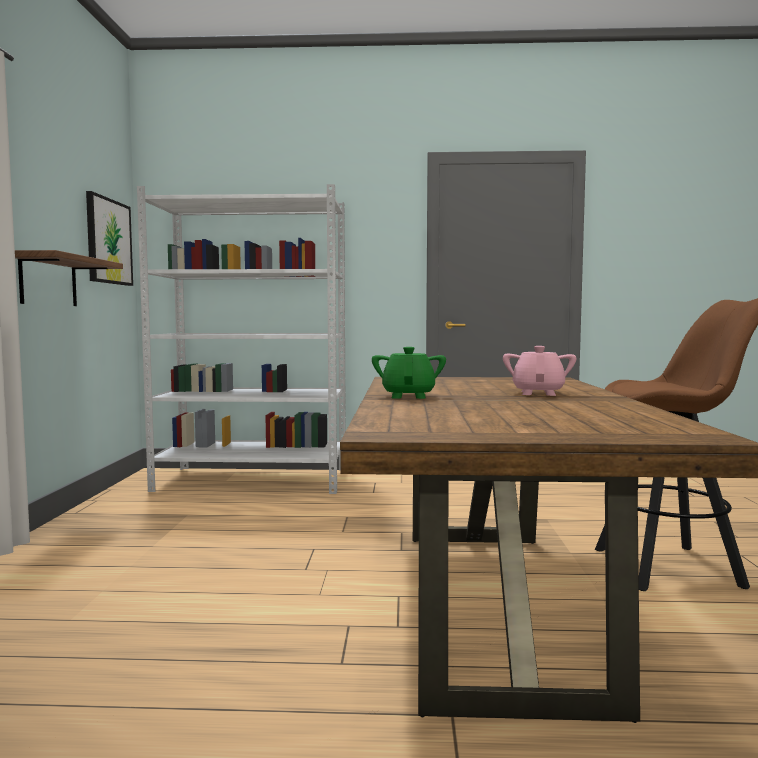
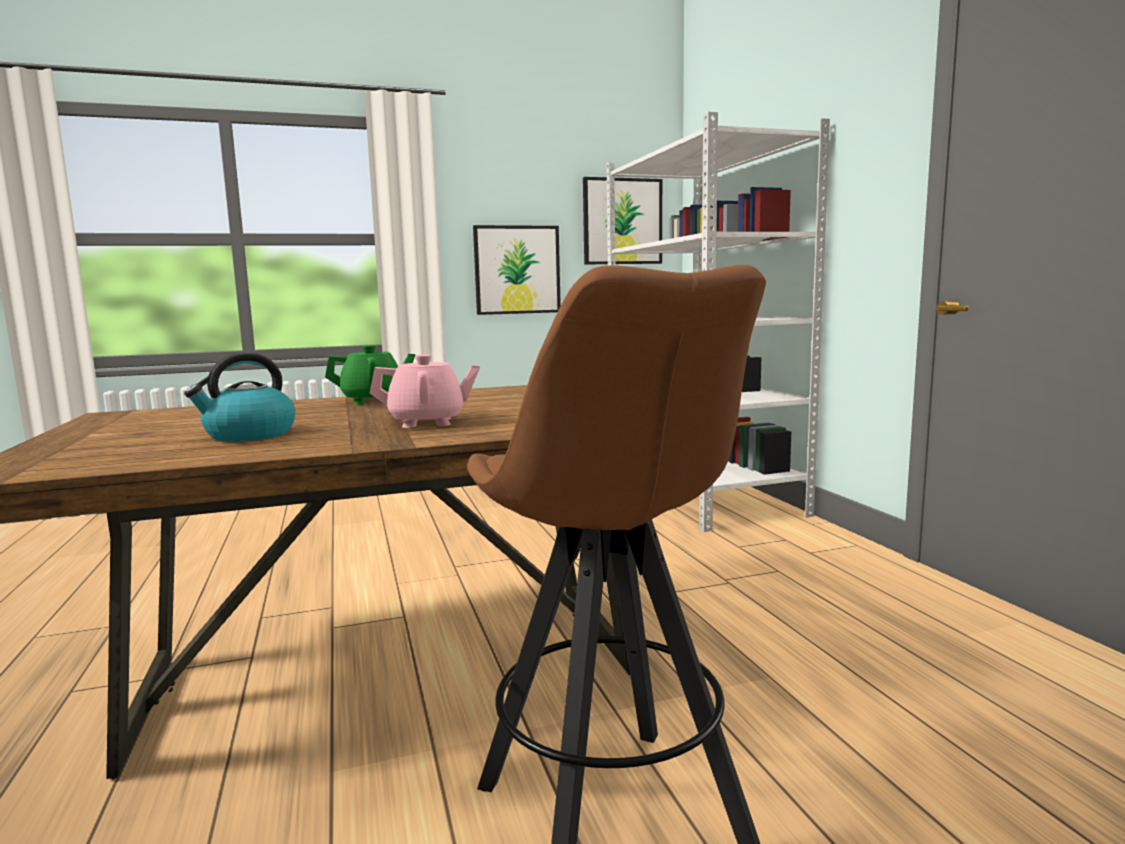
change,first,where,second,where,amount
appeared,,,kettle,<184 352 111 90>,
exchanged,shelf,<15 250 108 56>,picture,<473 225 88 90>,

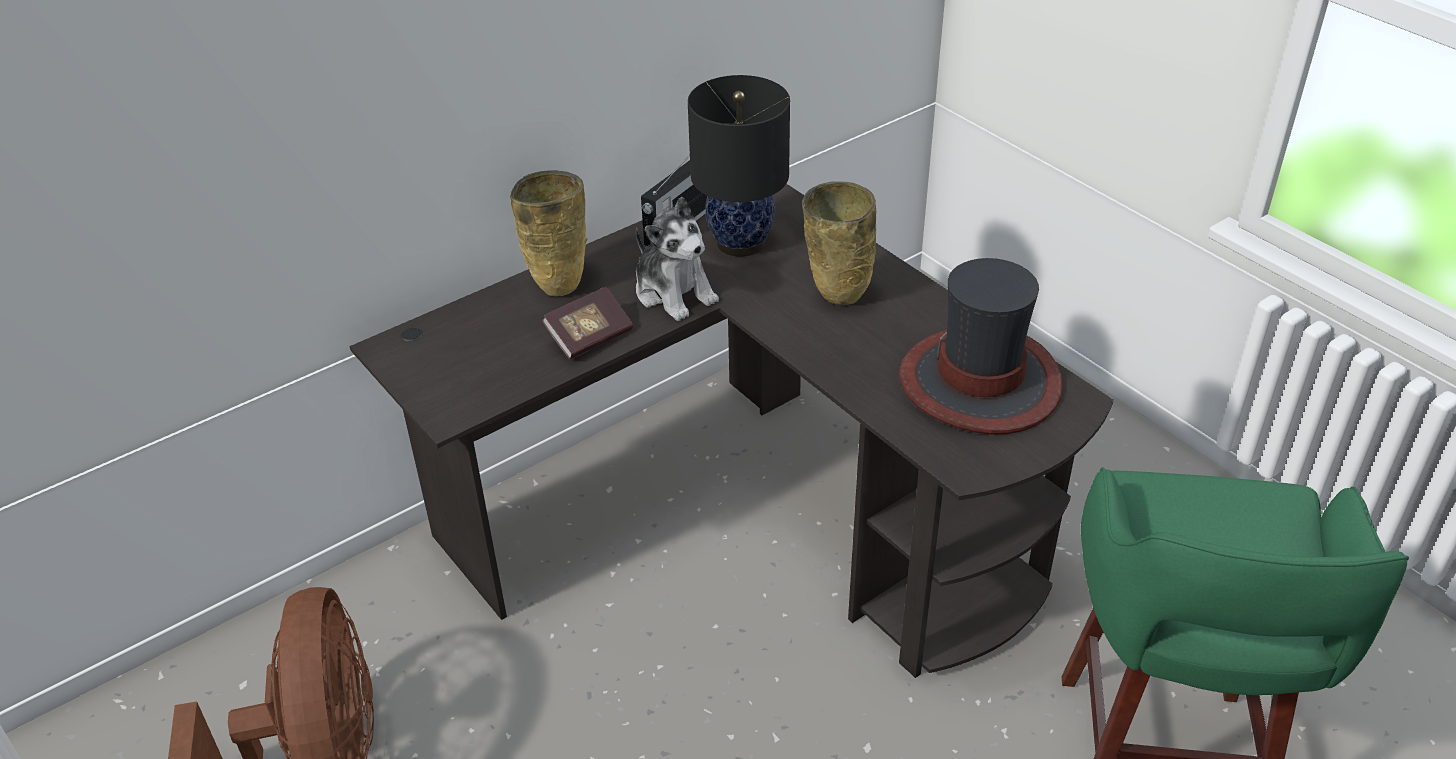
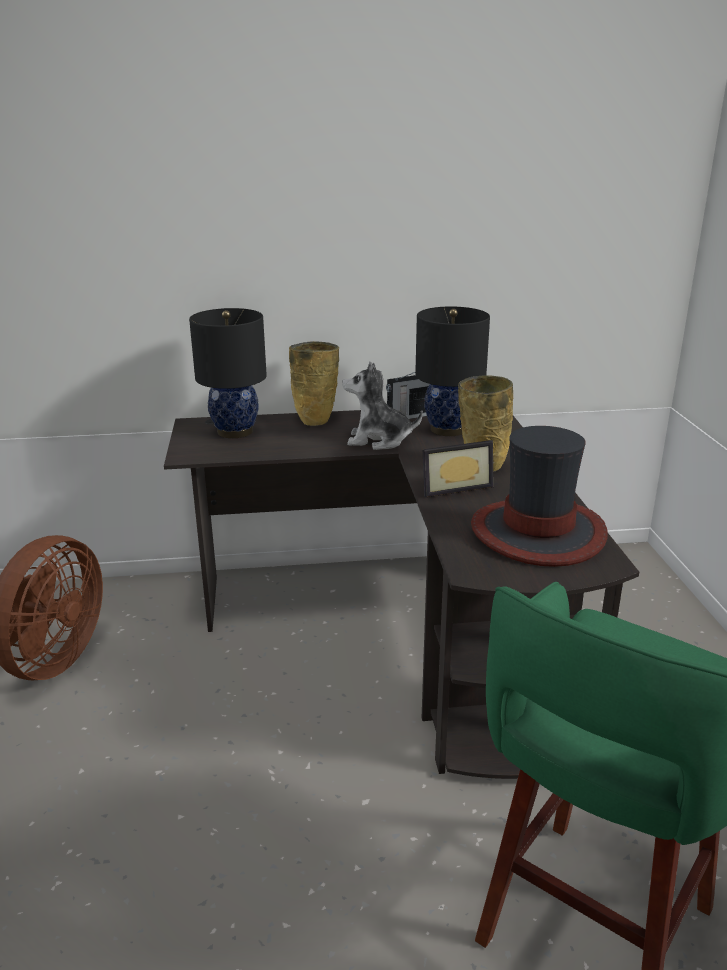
change,first,where,second,where,amount
appeared,,,black table lamp,<189 308 78 130>,
spun,plush toy,<636 197 83 124>,,<343 361 80 89>,105 degrees clockwise
appeared,,,picture frame,<423 440 71 57>,
missing,book,<541 287 92 72>,,,

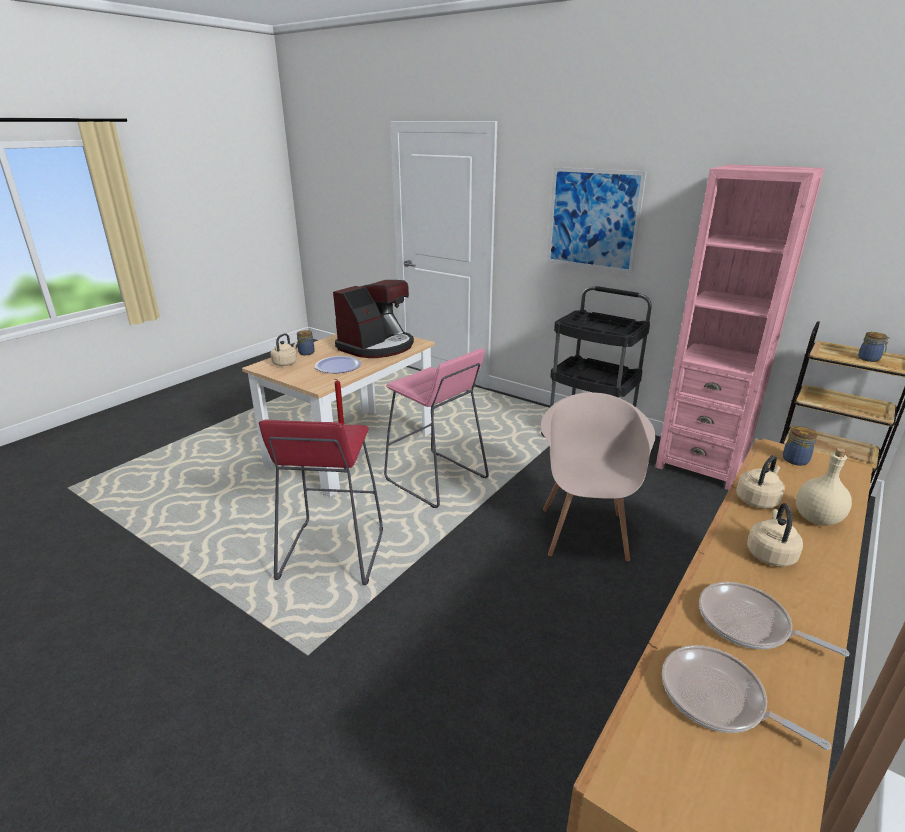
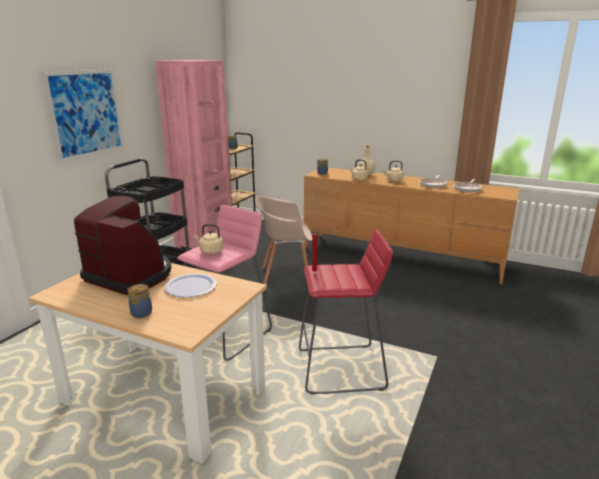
change,first,where,second,where,amount
relocated,beige kettle,<271 333 26 33>,,<194 224 29 30>,

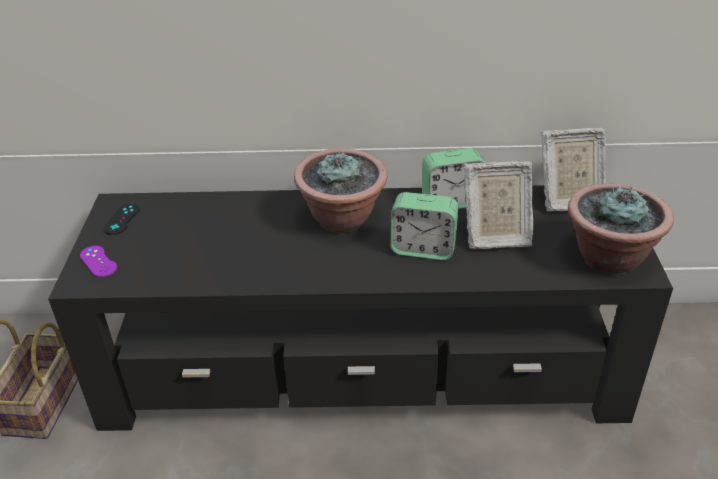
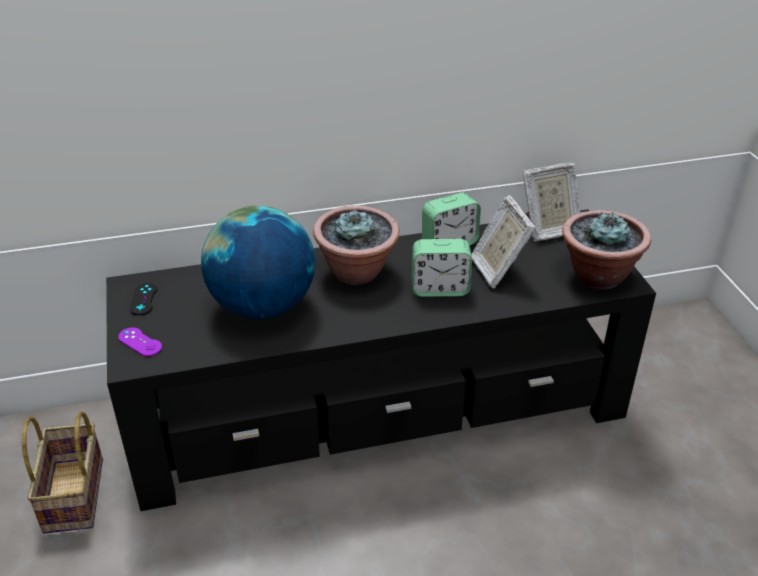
change,first,where,second,where,amount
appeared,,,globe,<201 205 114 114>,
spun,picture frame,<464 161 69 88>,,<471 195 65 93>,90 degrees clockwise

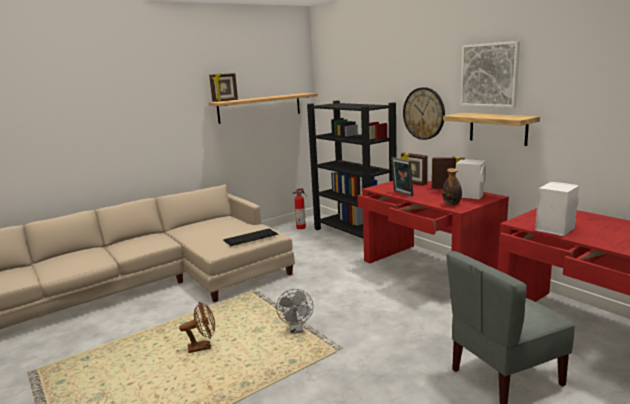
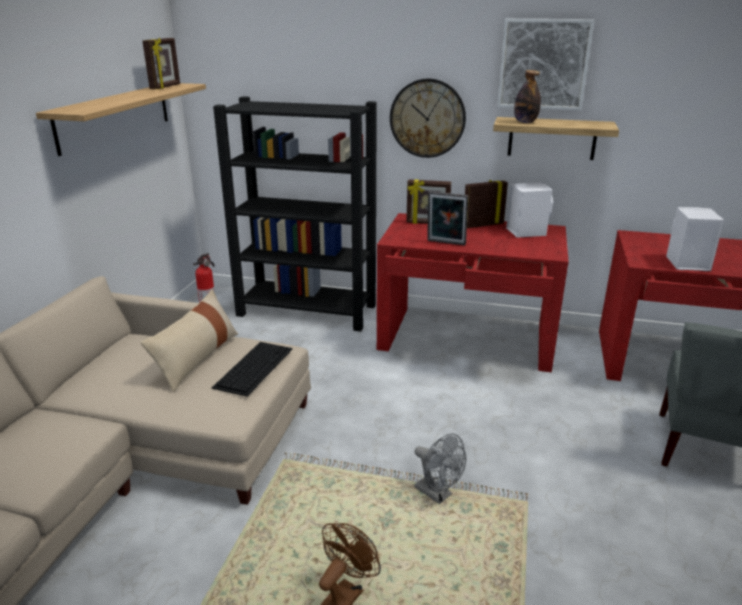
change,first,where,second,where,amount
appeared,,,beige pillow,<140 290 98 102>,
relocated,picture frame,<209 73 29 29>,,<142 38 38 51>,
relocated,bottle,<442 168 20 37>,,<514 70 27 53>,

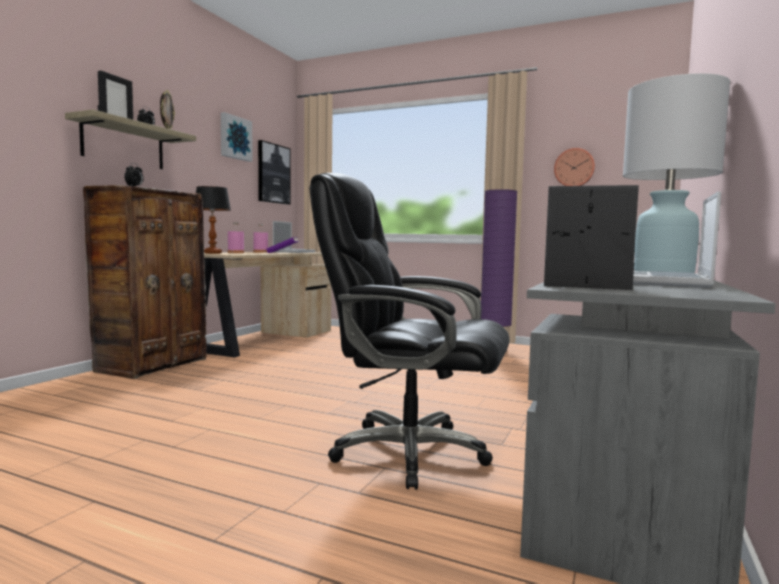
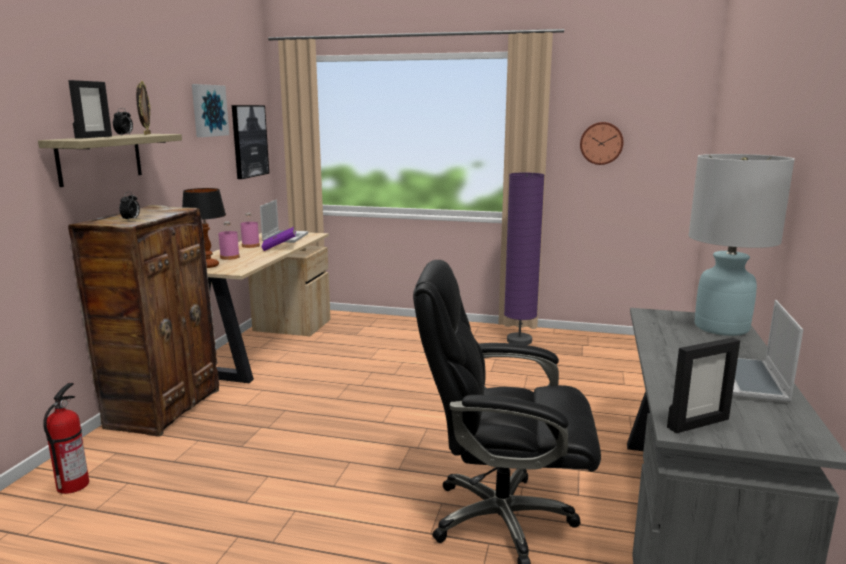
change,first,where,second,where,amount
appeared,,,fire extinguisher,<43 383 46 111>,
spun,picture frame,<544 185 95 105>,,<667 338 73 95>,150 degrees clockwise

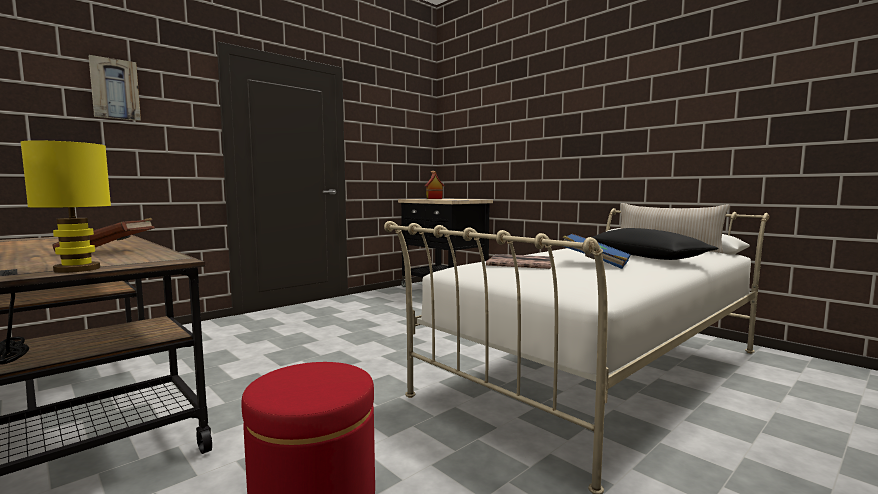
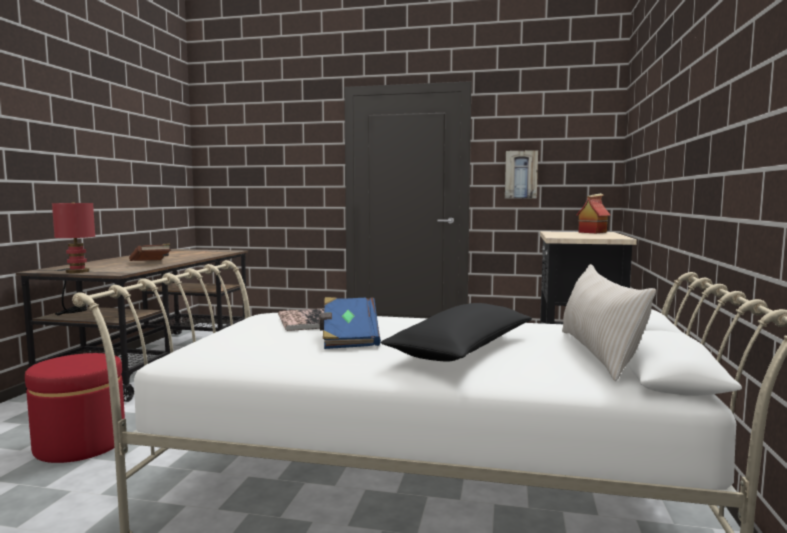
change,first,where,second,where,amount
colour,yellow table lamp,<21 140 90 133>,red table lamp,<52 202 43 71>,
relocated,picture,<89 55 52 66>,,<505 150 33 48>,

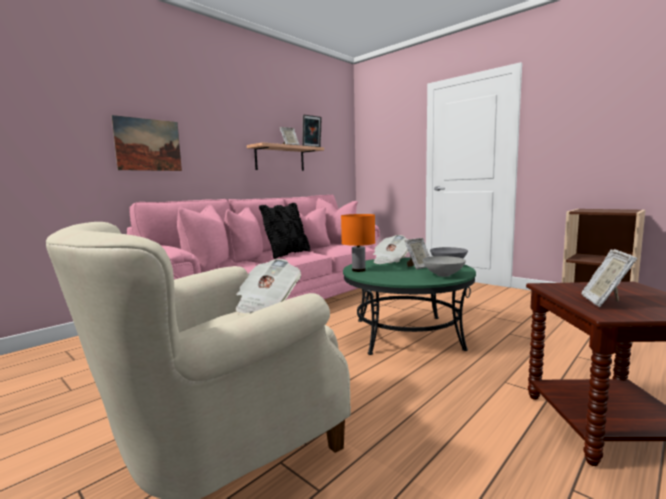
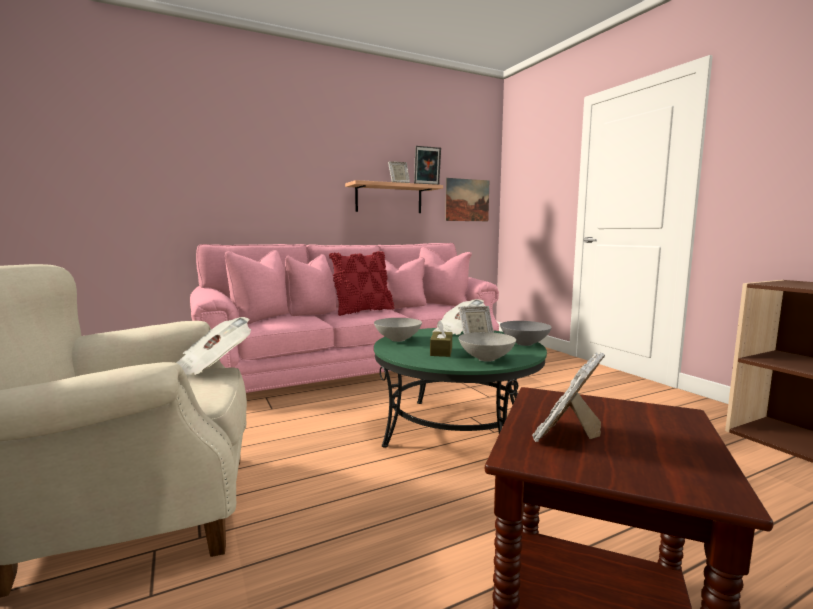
change,first,where,second,where,amount
colour,black pillow,<259 203 51 56>,red pillow,<329 251 66 65>,
exchanged,orange table lamp,<341 214 34 58>,grey bowl,<374 318 48 24>,
appeared,,,brown tissue box,<430 320 22 37>,
relocated,picture,<111 115 71 56>,,<445 178 45 43>,

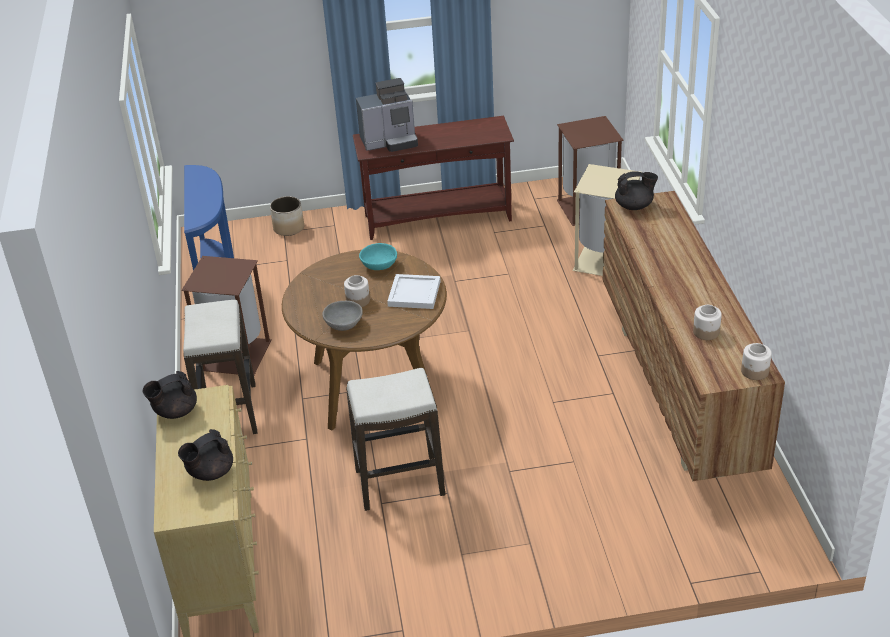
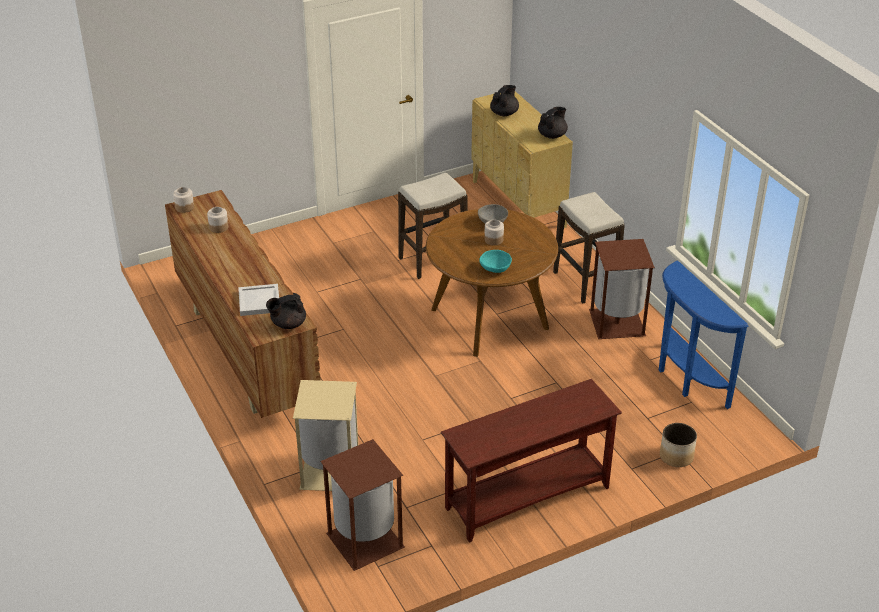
change,first,where,second,where,amount
relocated,white tray,<387 274 54 35>,,<238 284 41 32>,
missing,coffee machine,<356 78 62 74>,,,

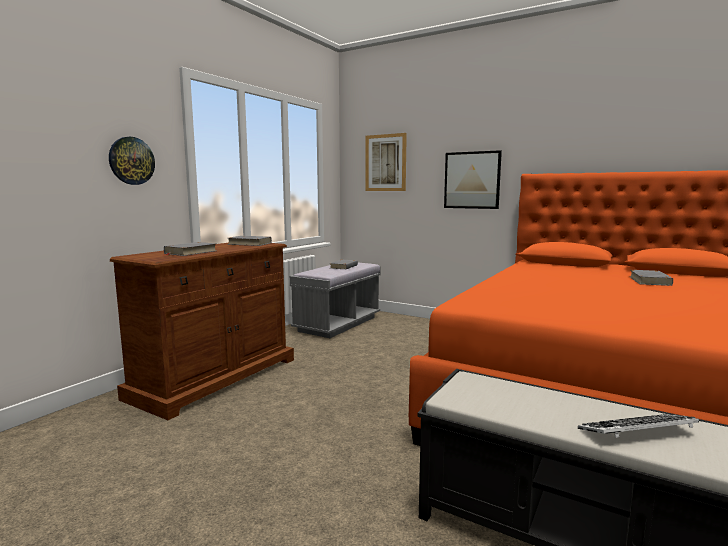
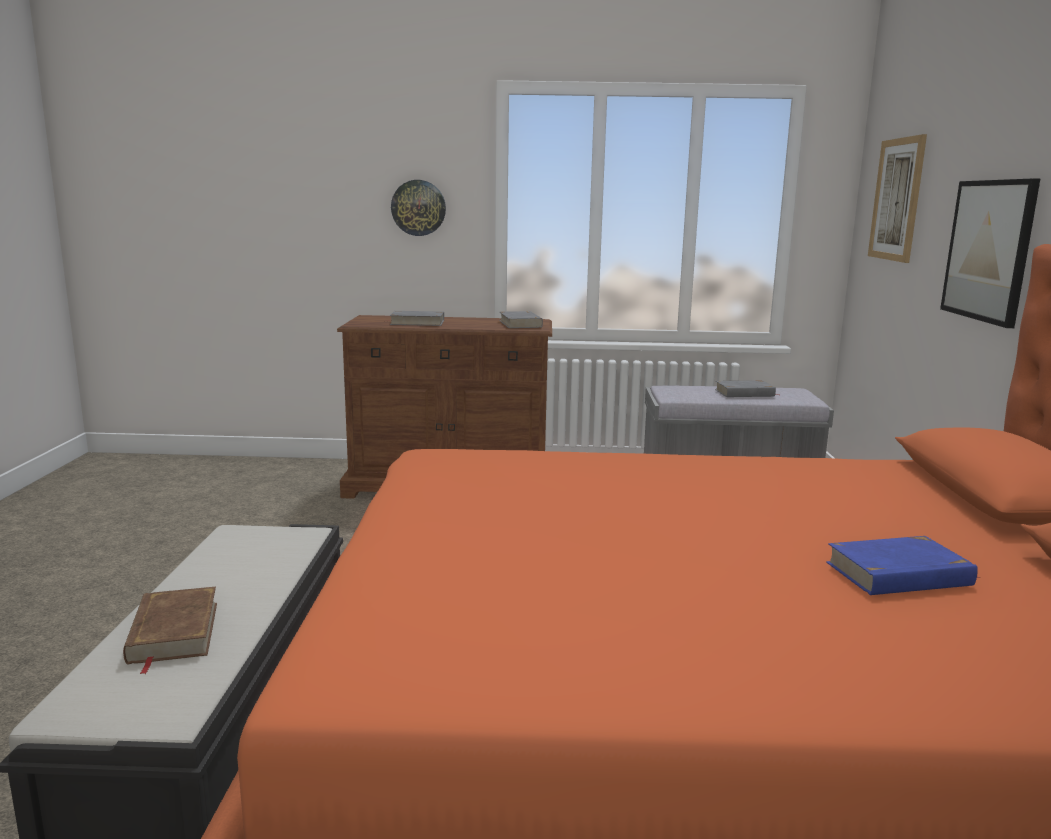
change,first,where,second,where,amount
exchanged,keyboard,<578 414 121 24>,brown book,<123 587 94 87>,
colour,grey book,<629 270 44 16>,blue book,<826 536 155 59>,

